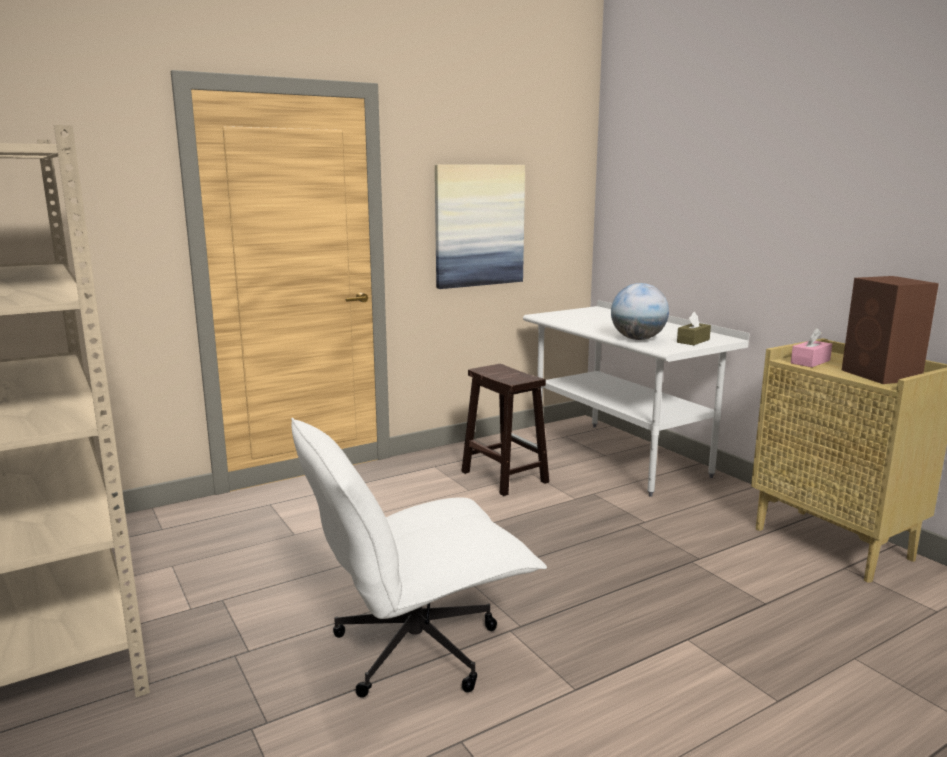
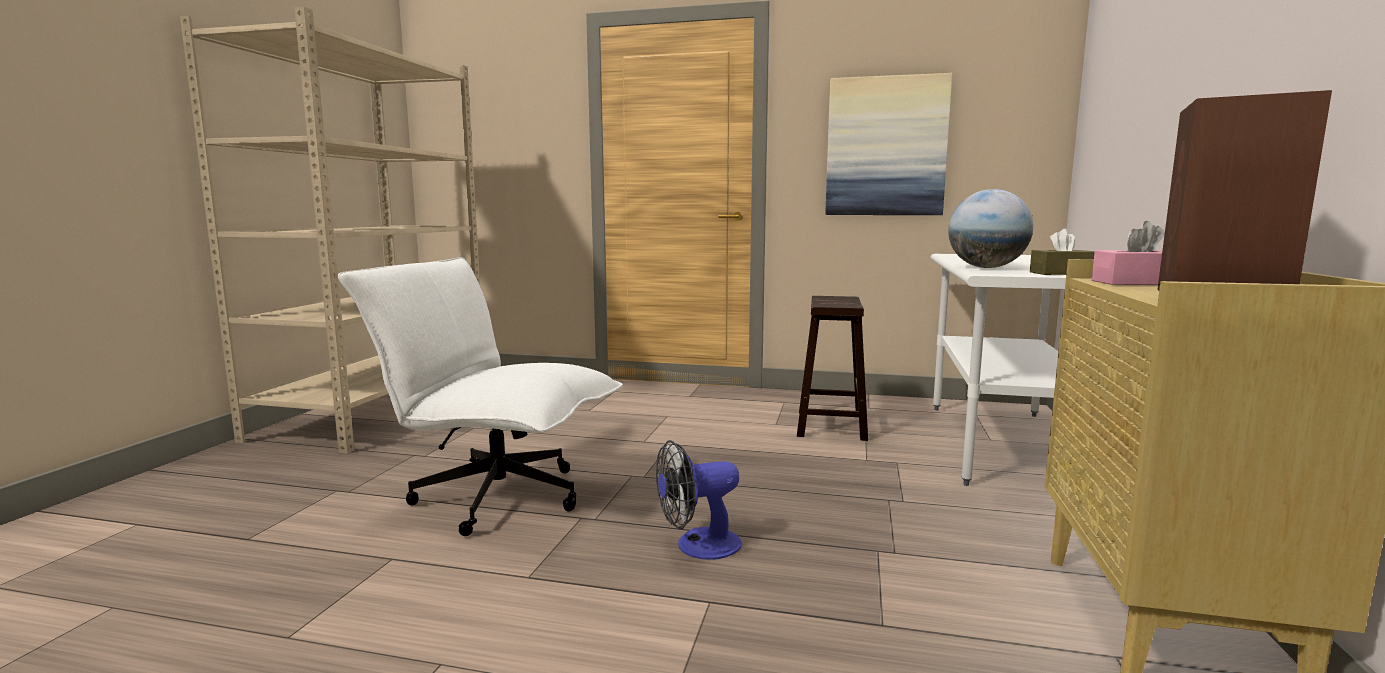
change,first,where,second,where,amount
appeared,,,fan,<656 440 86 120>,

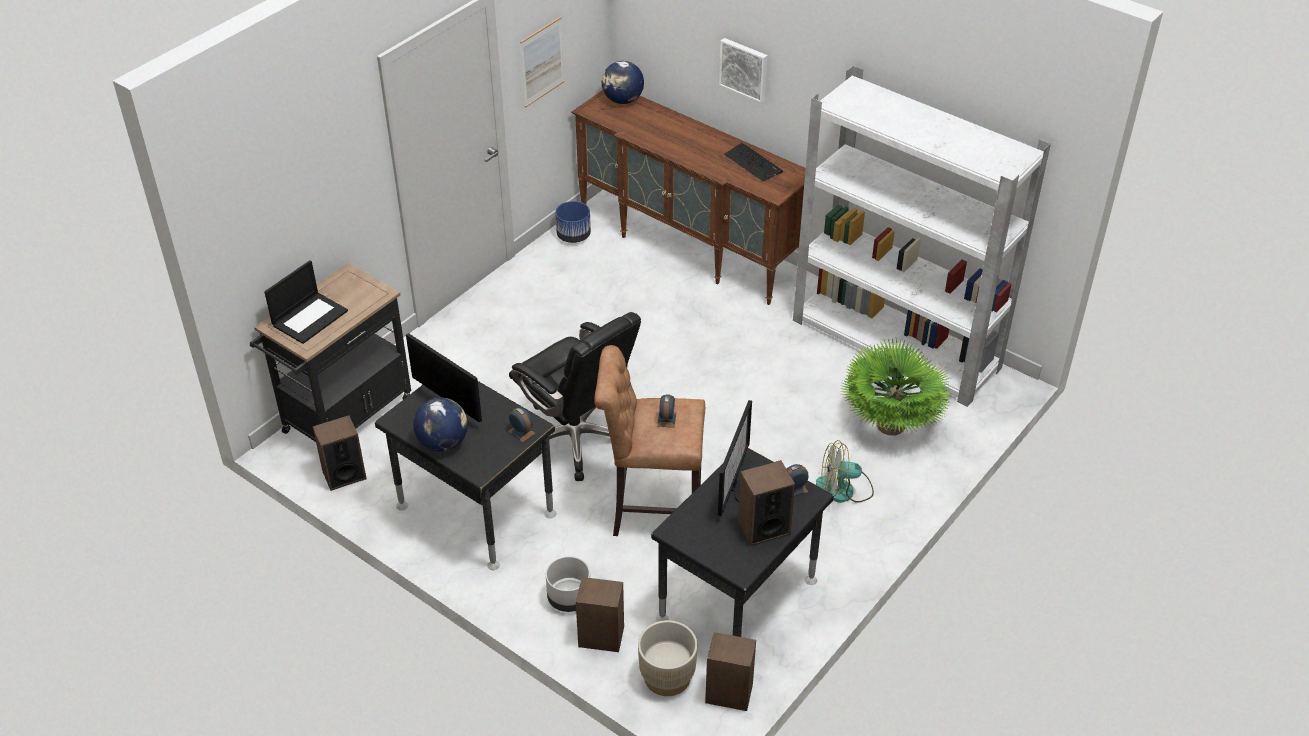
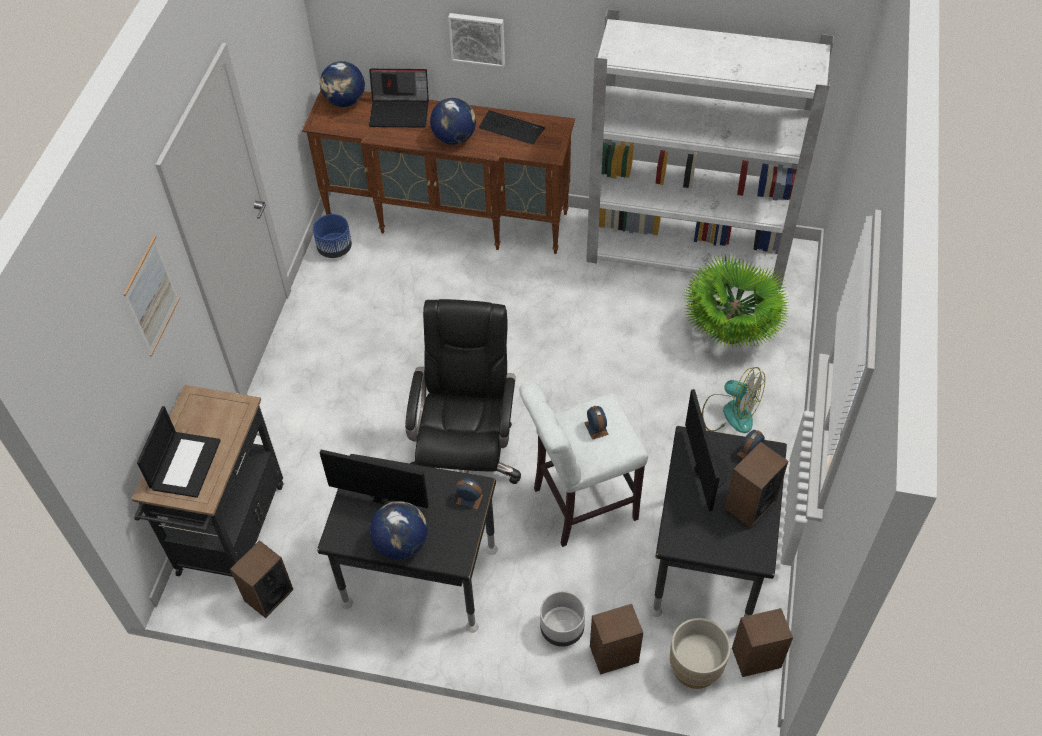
change,first,where,second,where,amount
relocated,picture,<520 17 45 91>,,<123 236 57 121>,
appeared,,,laptop,<369 69 60 59>,
spun,black office chair,<509 312 132 169>,,<405 299 116 185>,105 degrees counterclockwise
appeared,,,globe,<430 98 46 47>,
colour,brown stool,<594 345 111 191>,white stool,<519 381 129 166>,
spun,fan,<816 440 58 63>,,<702 367 63 66>,120 degrees counterclockwise

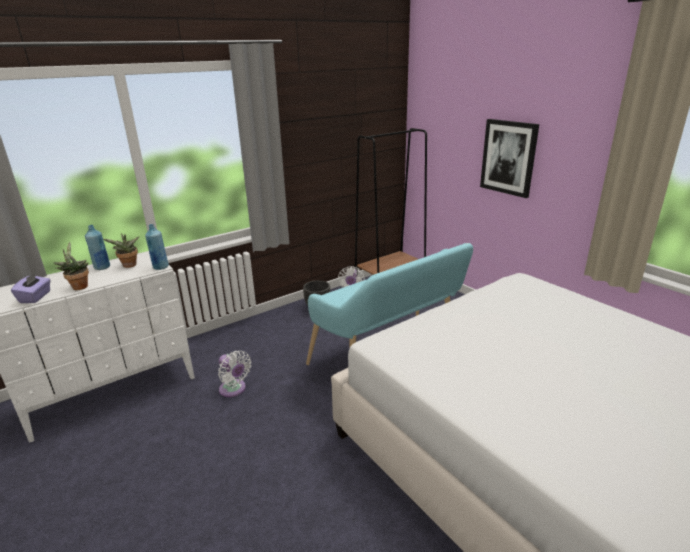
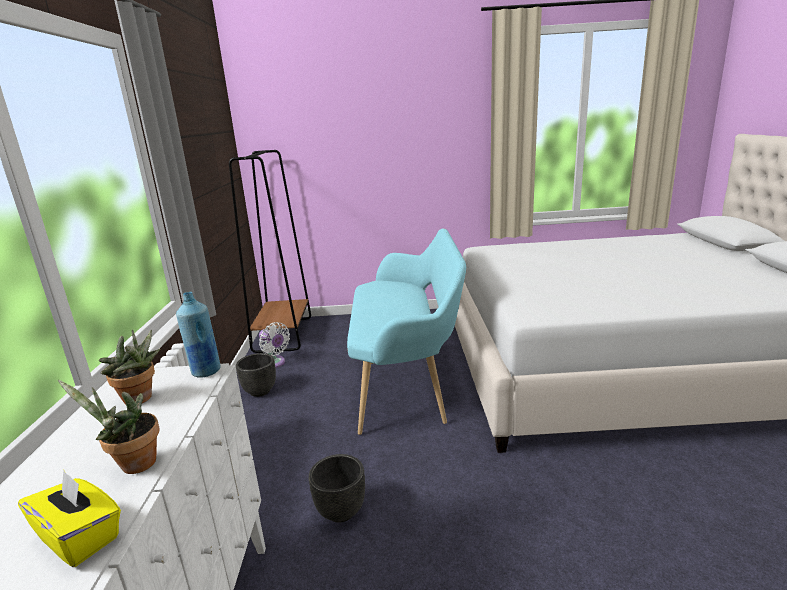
change,first,where,second,where,amount
colour,purple tissue box,<11 272 40 31>,yellow tissue box,<18 470 103 97>,
exchanged,white fan,<218 351 33 46>,black planter,<309 454 56 69>,
missing,blue bottle,<85 225 25 45>,,,
missing,picture,<480 119 59 79>,,,

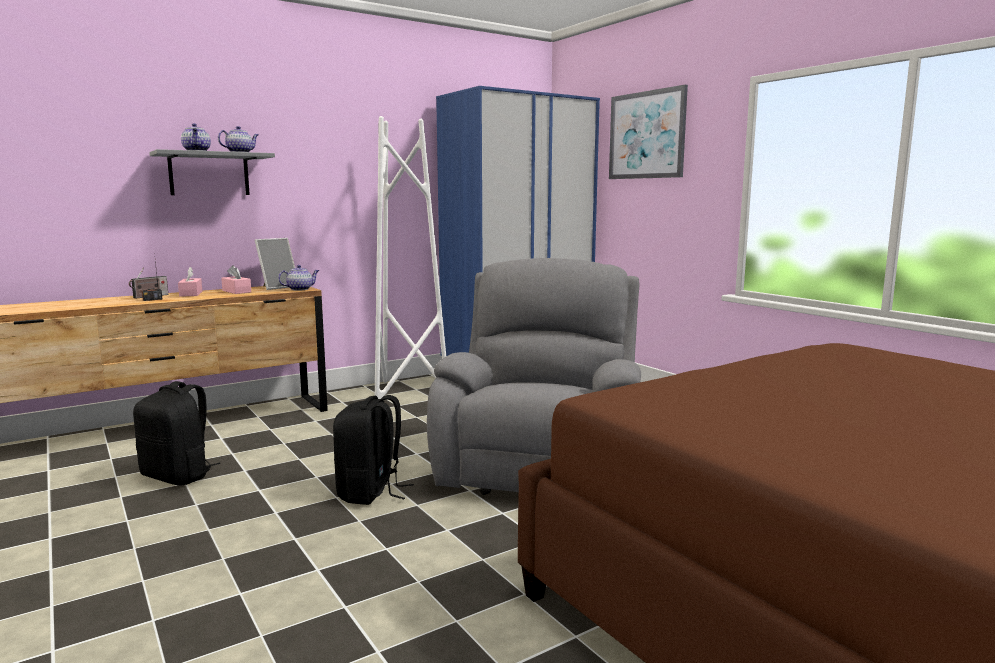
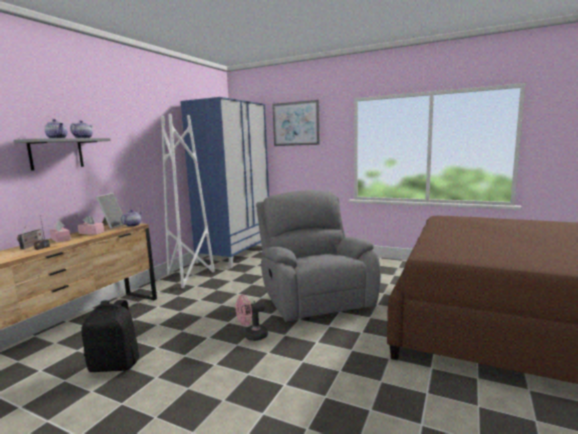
change,first,where,second,where,amount
exchanged,black backpack,<333 395 81 110>,pink fan,<236 295 32 46>,

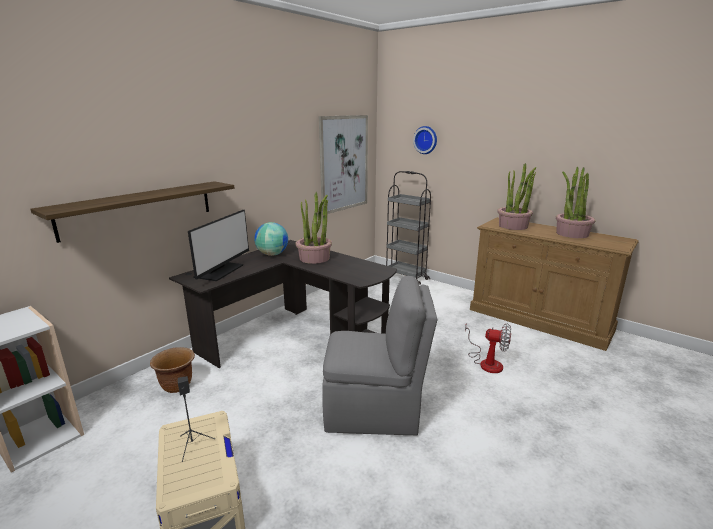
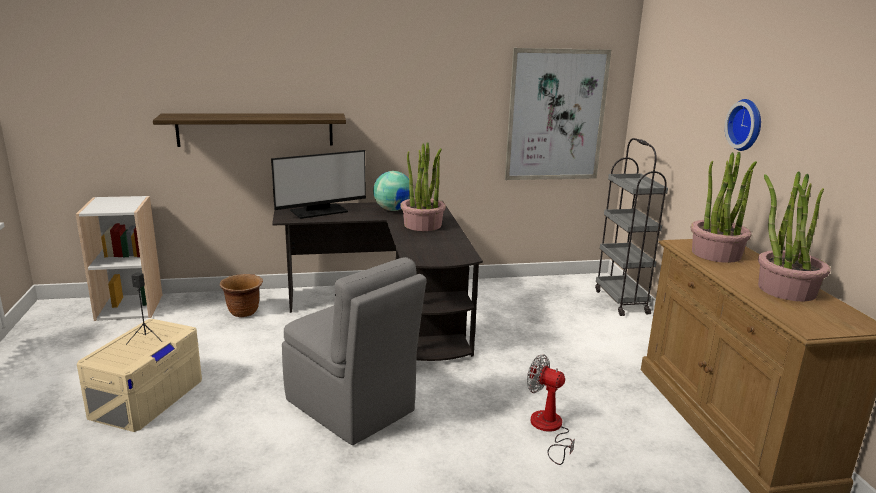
change,first,where,second,where,amount
spun,fan,<465 323 46 50>,,<527 354 48 111>,150 degrees clockwise
relocated,wall clock,<413 126 24 28>,,<725 99 36 52>,

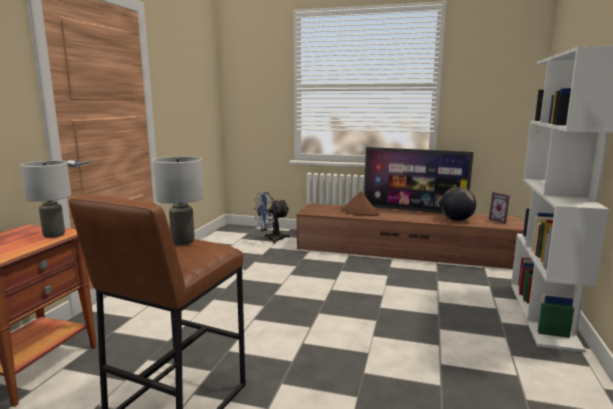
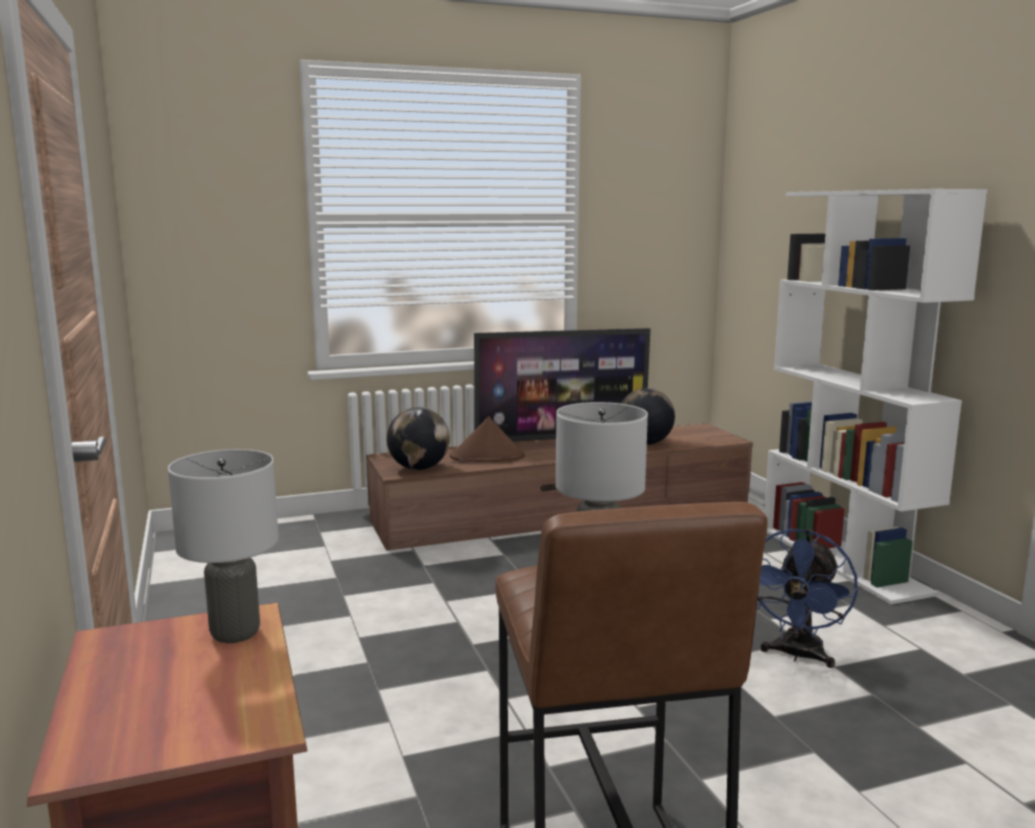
change,first,where,second,where,amount
appeared,,,globe,<387 407 63 63>,
relocated,blue fan,<254 192 36 52>,,<757 529 101 139>,
missing,picture frame,<489 192 21 32>,,,

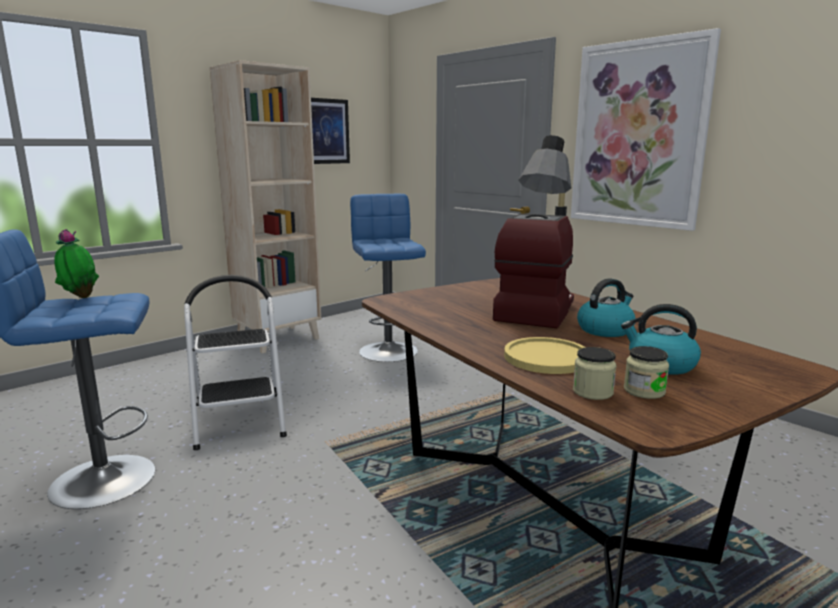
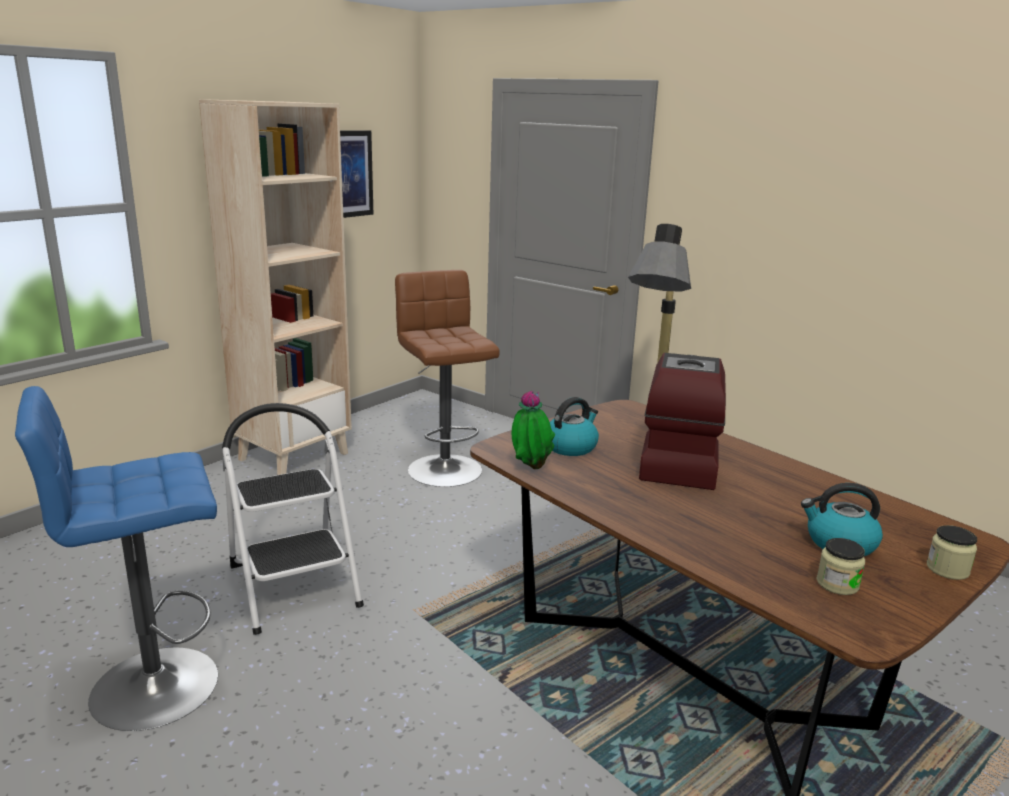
change,first,where,second,where,amount
colour,blue stool,<350 194 76 168>,brown stool,<395 270 105 217>,
relocated,potted plant,<54 229 45 69>,,<512 391 43 78>,
relocated,kettle,<577 278 58 59>,,<550 397 49 59>,
relocated,jar,<573 347 43 53>,,<927 525 50 55>,
missing,yellow plate,<504 337 81 37>,,,
missing,picture,<571 28 150 203>,,,

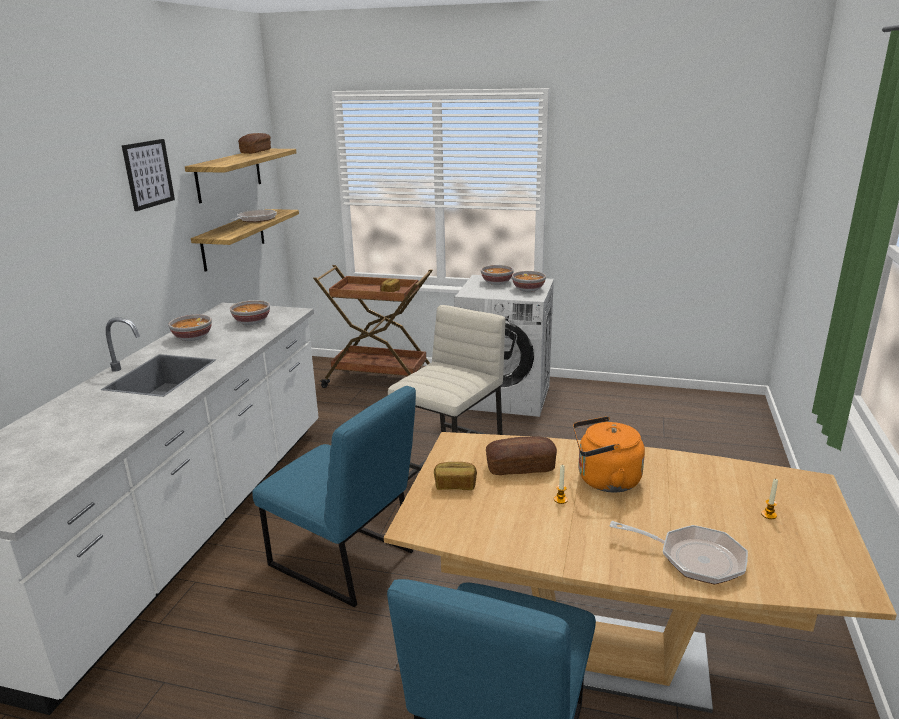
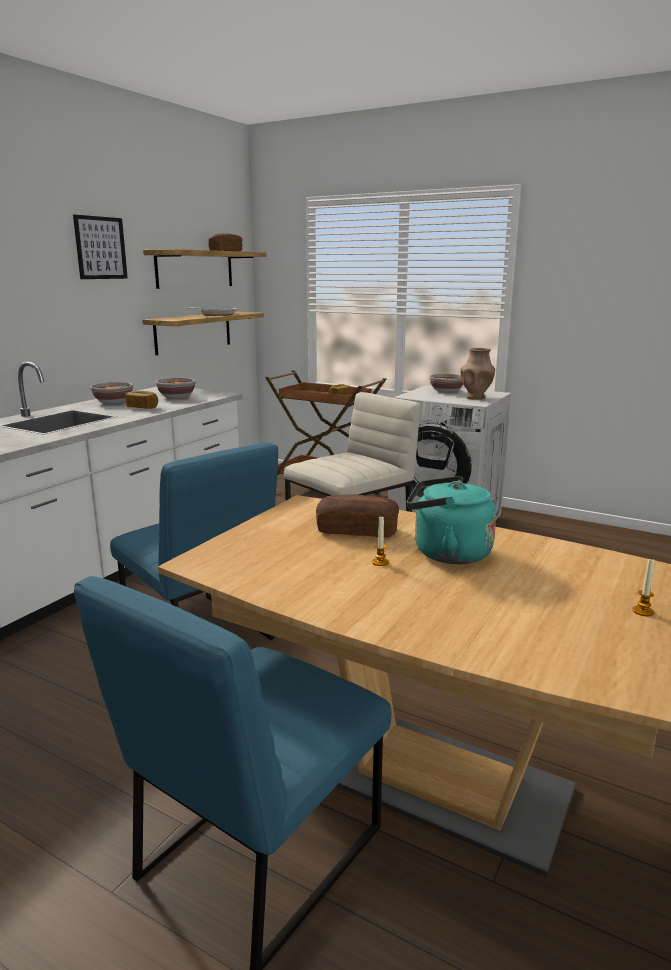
change,first,where,second,where,amount
relocated,bread,<434 462 43 28>,,<125 391 33 18>,
colour,orange kettle,<573 416 72 77>,turquoise kettle,<407 476 89 88>,
exchanged,bowl,<512 271 34 21>,brown vase,<460 348 35 52>,
missing,frying pan,<610 521 138 64>,,,

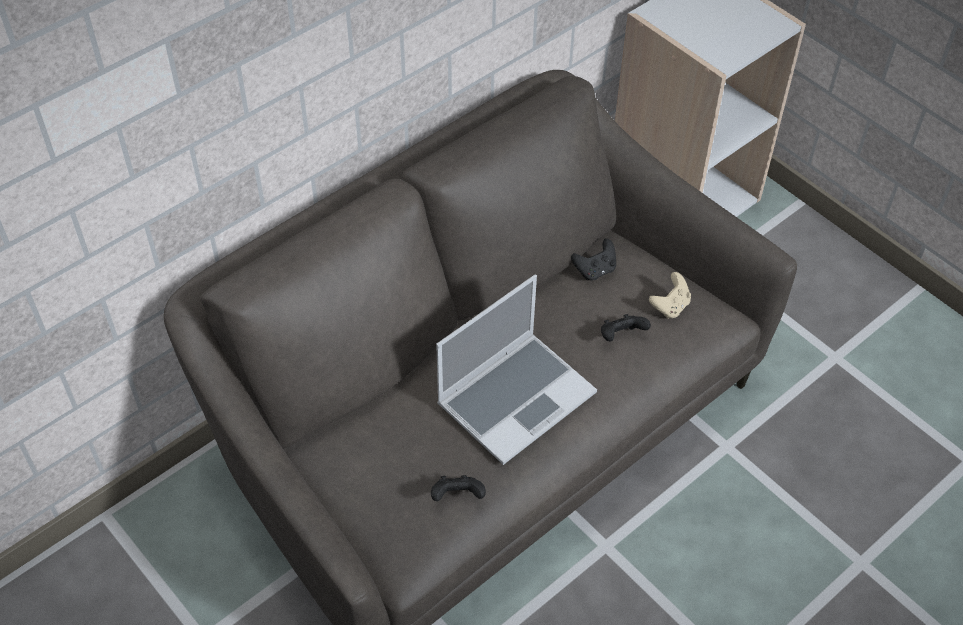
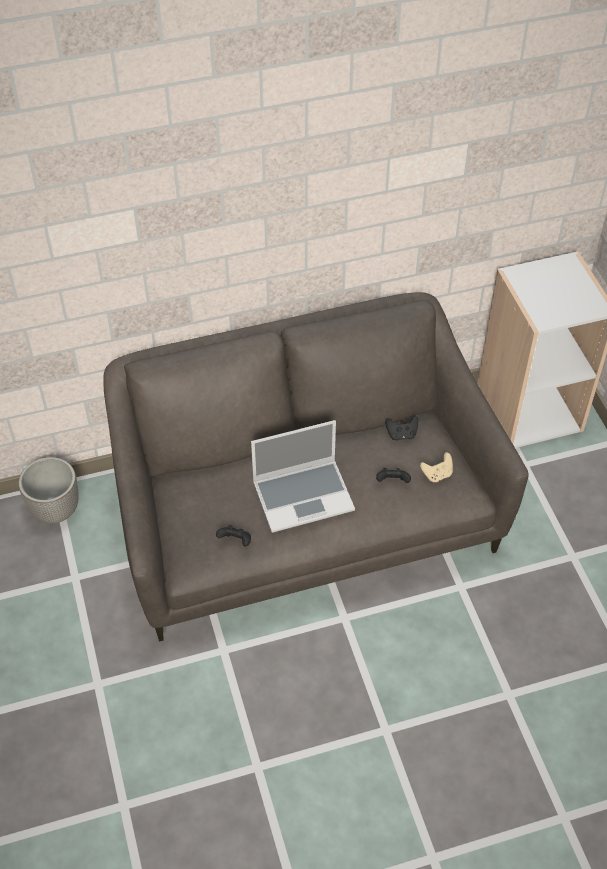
change,first,where,second,where,amount
appeared,,,planter,<18 457 61 66>,

